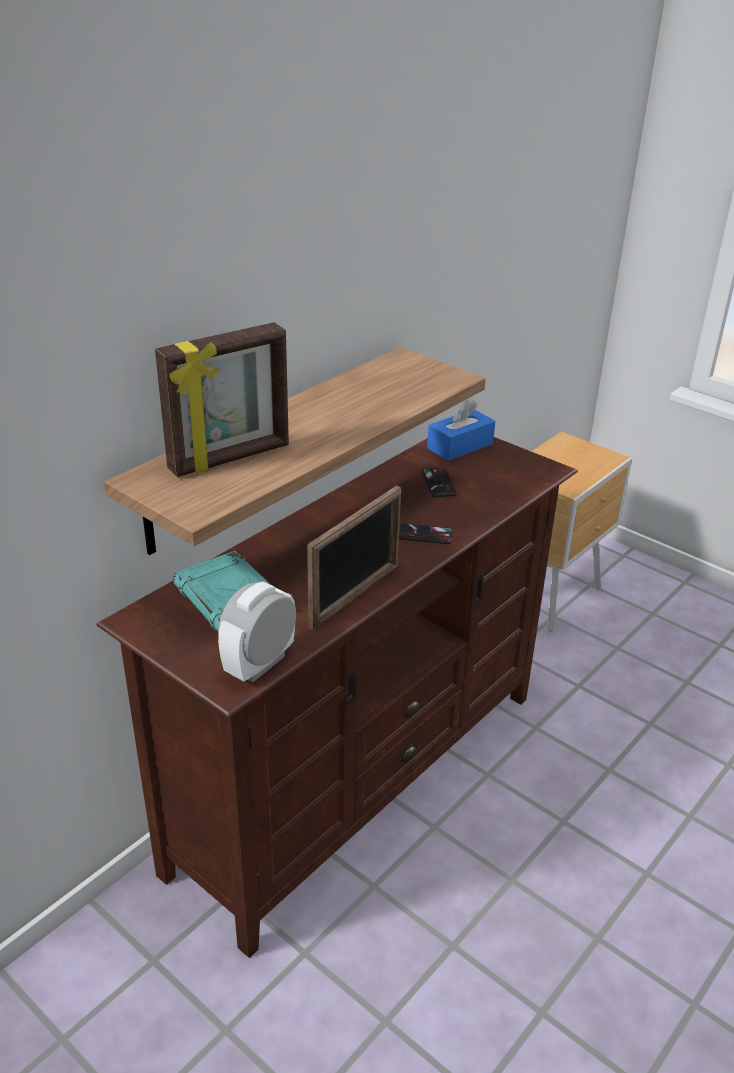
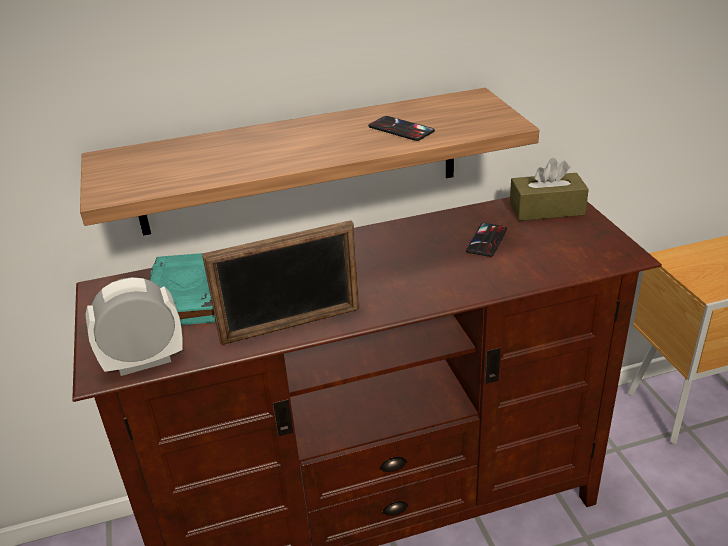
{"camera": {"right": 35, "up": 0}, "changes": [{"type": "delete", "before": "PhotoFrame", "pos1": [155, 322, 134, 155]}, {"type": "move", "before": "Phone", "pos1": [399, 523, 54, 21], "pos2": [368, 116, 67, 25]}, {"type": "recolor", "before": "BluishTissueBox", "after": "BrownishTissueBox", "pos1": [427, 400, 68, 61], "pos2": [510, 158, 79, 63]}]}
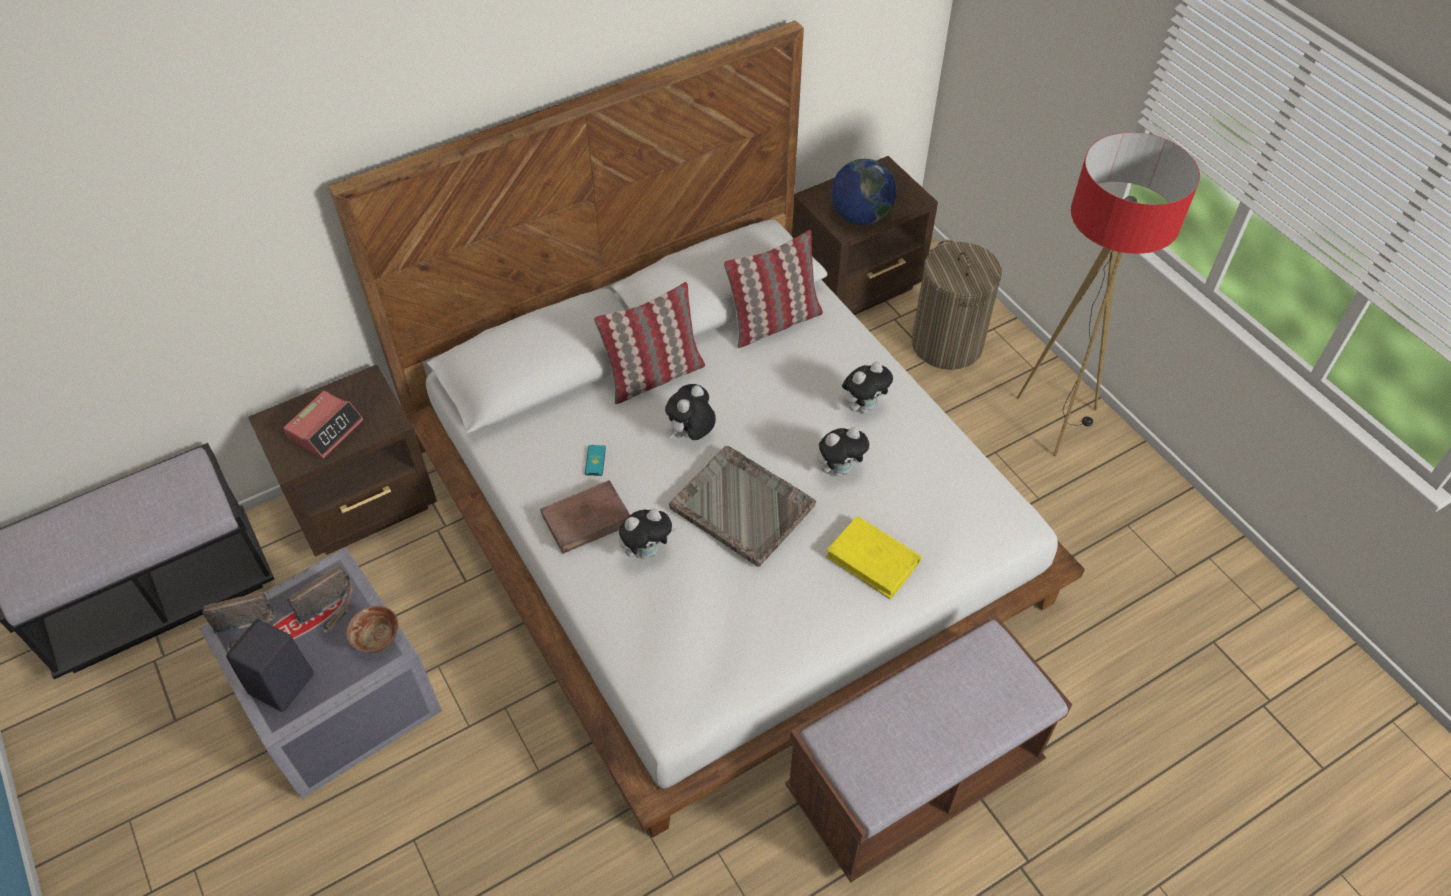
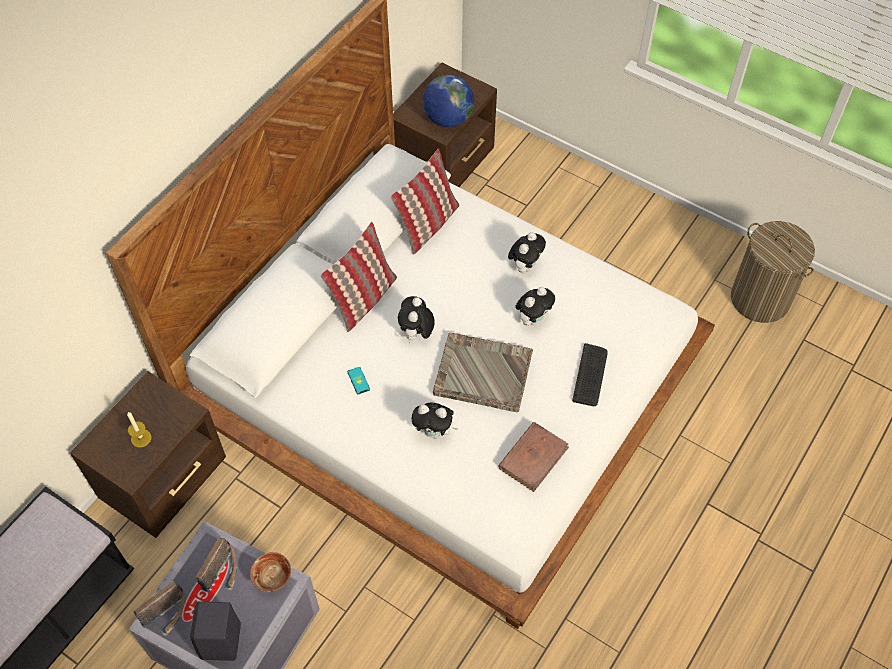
{"camera": {"right": -25, "up": 5}, "changes": [{"type": "delete", "before": "BrownishBench", "pos1": [785, 613, 287, 270]}, {"type": "delete", "before": "StandardLamp", "pos1": [1017, 132, 183, 324]}, {"type": "move", "before": "BrownishBoundBook", "pos1": [540, 480, 90, 74], "pos2": [498, 422, 71, 70]}, {"type": "move", "before": "LaundryBasket", "pos1": [912, 240, 90, 130], "pos2": [731, 221, 84, 102]}, {"type": "replace", "before": "BedsideClock", "after": "Candle", "pos1": [284, 391, 79, 68], "pos2": [127, 412, 25, 36]}, {"type": "replace", "before": "YellowBoundBook", "after": "PcKeyboard", "pos1": [826, 516, 96, 84], "pos2": [572, 343, 36, 63]}, {"type": "rotate", "before": "PlushToy", "pos1": [619, 509, 58, 50], "pos2": [411, 403, 47, 35], "turn": 60}]}
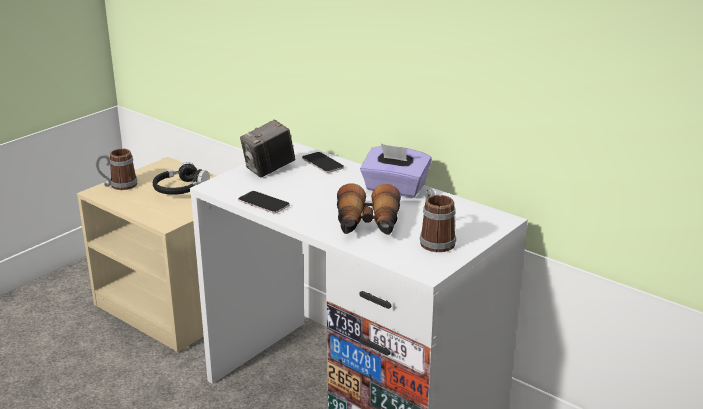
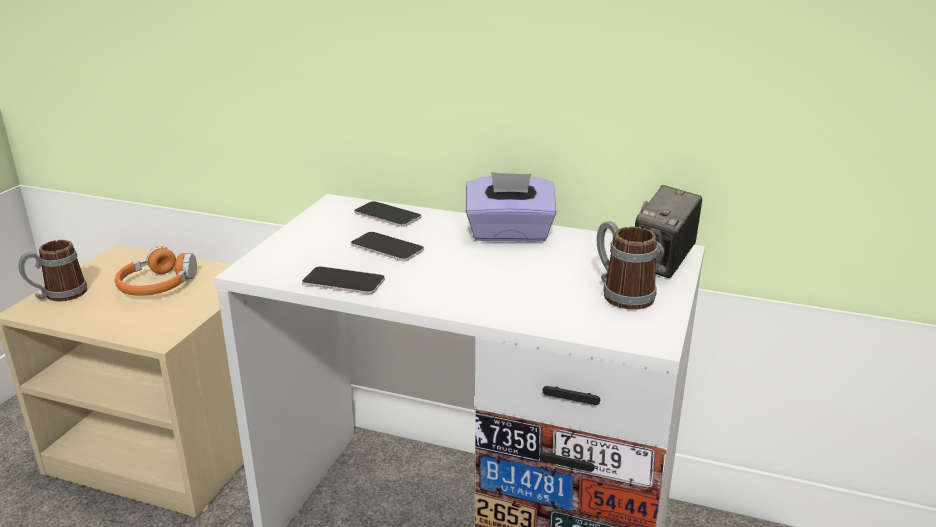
{"camera": {"right": -20, "up": 0}, "changes": [{"type": "delete", "before": "Binoculars", "pos1": [337, 183, 64, 52]}, {"type": "insert", "after": "Phone", "pos2": [351, 232, 73, 29]}, {"type": "move", "before": "PhotoCamera", "pos1": [240, 120, 55, 57], "pos2": [635, 185, 67, 93]}, {"type": "recolor", "before": "BlackColouredPairOfHeadphones", "after": "OrangeyPairOfHeadphones", "pos1": [153, 162, 57, 33], "pos2": [115, 246, 82, 50]}]}
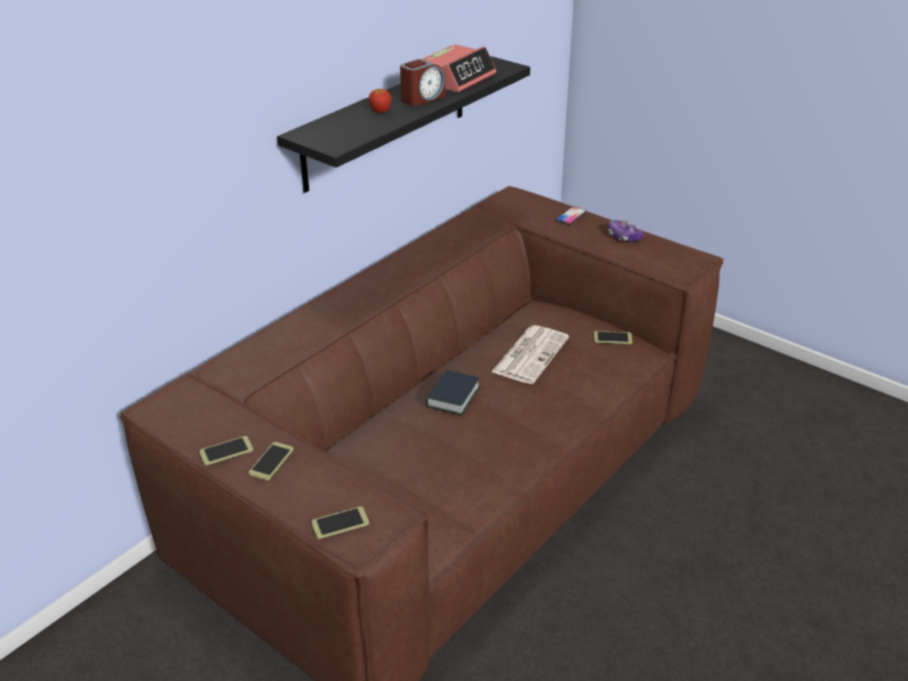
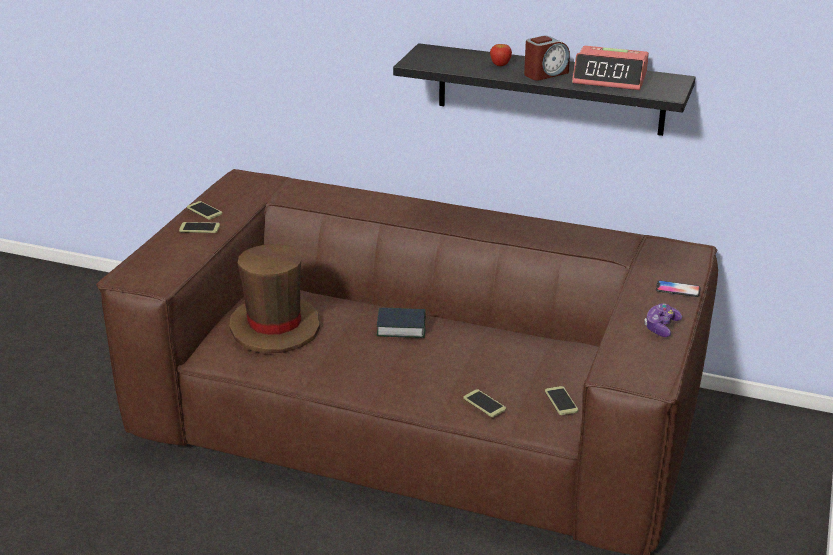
{"camera": {"right": 70, "up": -5}, "changes": [{"type": "delete", "before": "DailyPaper", "pos1": [491, 325, 78, 59]}, {"type": "insert", "after": "BrownishWearableHat", "pos2": [229, 244, 91, 109]}, {"type": "move", "before": "Phone", "pos1": [311, 506, 58, 33], "pos2": [464, 389, 42, 28]}, {"type": "rotate", "before": "BedsideClock", "pos1": [400, 59, 45, 47], "pos2": [524, 36, 46, 44], "turn": -60}]}
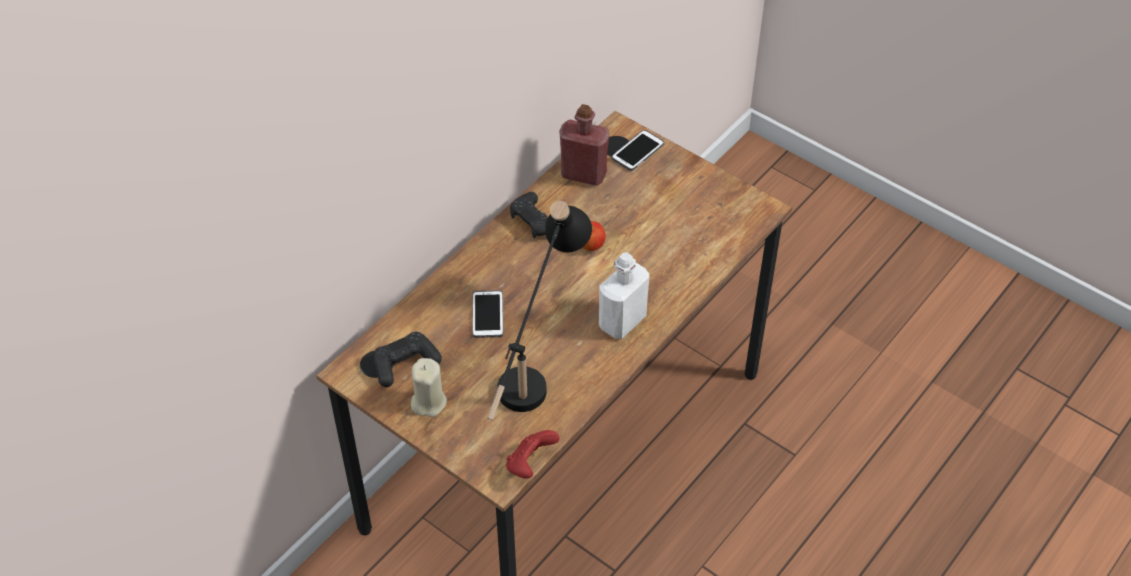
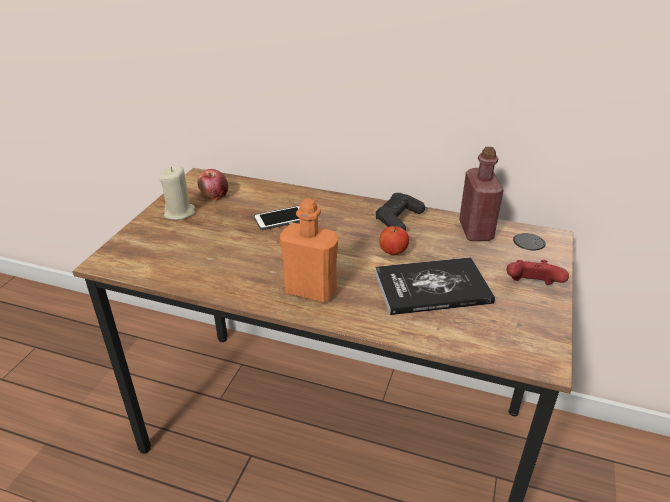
{"camera": {"right": 70, "up": -15}, "changes": [{"type": "delete", "before": "BlackColouredTableLamp", "pos1": [488, 201, 104, 219]}, {"type": "delete", "before": "Phone", "pos1": [612, 130, 52, 41]}, {"type": "insert", "after": "BoundBook", "pos2": [375, 257, 120, 58]}, {"type": "move", "before": "RedColouredJoypad", "pos1": [506, 430, 53, 49], "pos2": [507, 260, 62, 25]}, {"type": "replace", "before": "BlackColouredJoypad", "after": "AppleFruit", "pos1": [373, 332, 69, 55], "pos2": [197, 169, 31, 31]}, {"type": "recolor", "before": "WhiteColouredBottle", "after": "OrangeyBottle", "pos1": [599, 252, 50, 87], "pos2": [280, 198, 58, 105]}]}
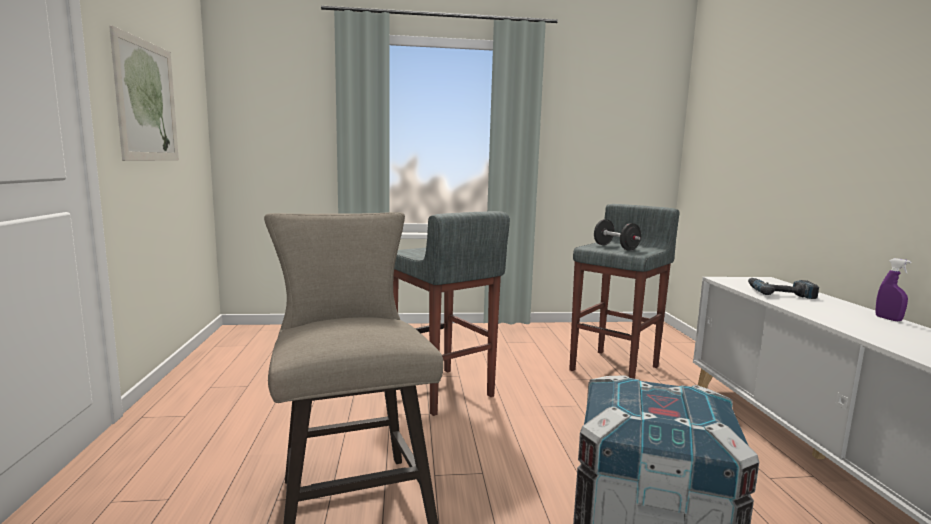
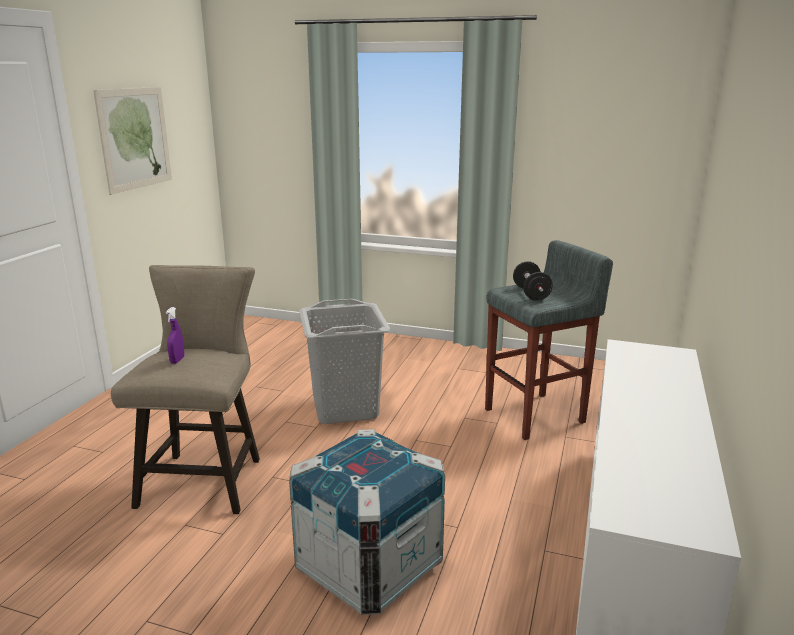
{"camera": {"right": 25, "up": 10}, "changes": [{"type": "delete", "before": "PowerDrill", "pos1": [748, 278, 71, 21]}, {"type": "move", "before": "PurpleColouredHandSprayer", "pos1": [875, 258, 36, 63], "pos2": [166, 307, 18, 57]}, {"type": "replace", "before": "GraySittingStool", "after": "GrayLaundryBasket", "pos1": [393, 211, 117, 205], "pos2": [299, 299, 91, 125]}]}
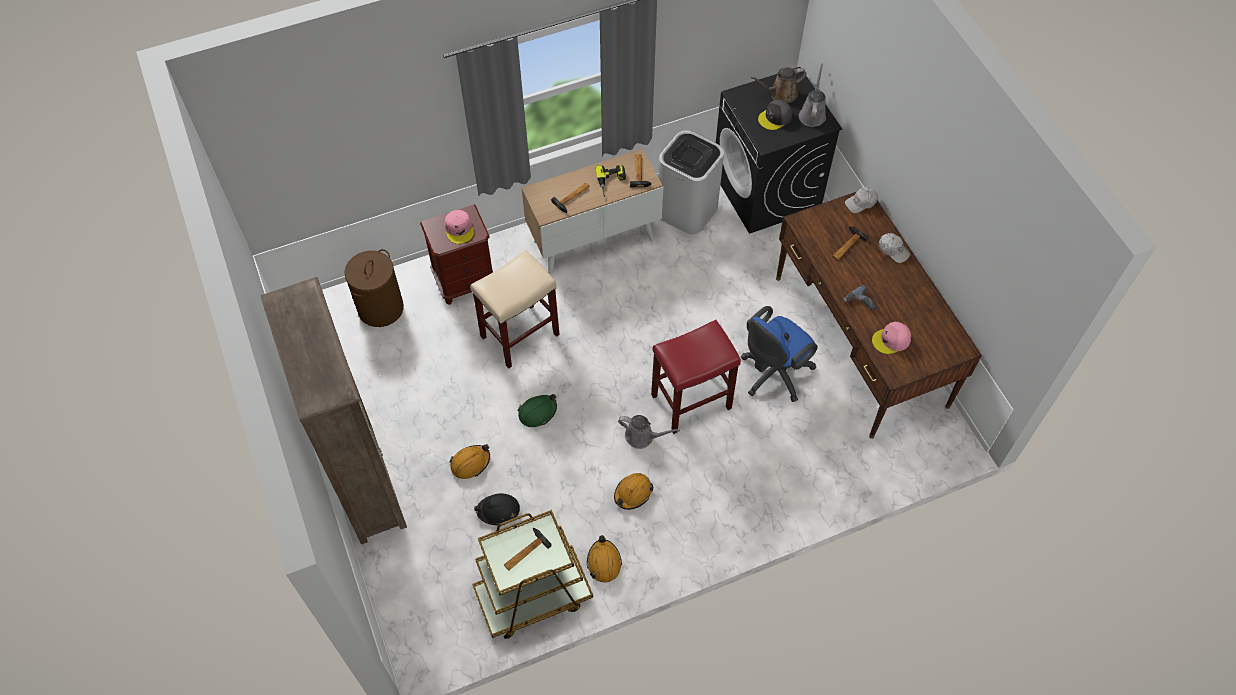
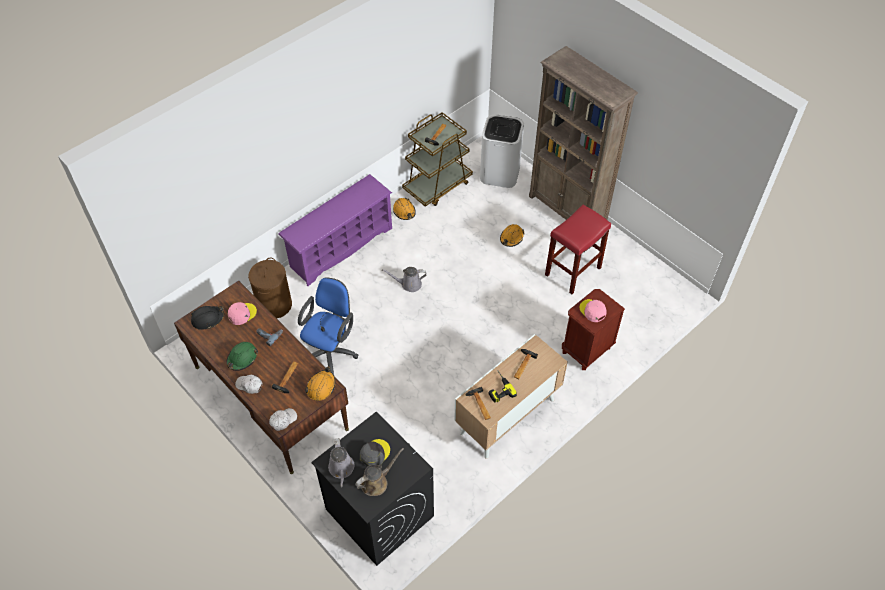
{"camera": {"right": 160, "up": -5}, "changes": [{"type": "delete", "before": "SandColouredSittingStool", "pos1": [470, 250, 90, 119]}, {"type": "insert", "after": "PurpleColouredShoeStand", "pos2": [278, 174, 114, 112]}, {"type": "move", "before": "BrownishLaundryBasket", "pos1": [344, 249, 60, 78], "pos2": [248, 257, 44, 61]}, {"type": "move", "before": "BlackColouredSafetyHelmet", "pos1": [474, 493, 46, 32], "pos2": [191, 306, 33, 24]}, {"type": "move", "before": "GreenishSafetyHelmet", "pos1": [518, 394, 39, 33], "pos2": [226, 342, 32, 29]}, {"type": "move", "before": "OrangeySafetyHelmet", "pos1": [614, 473, 39, 37], "pos2": [305, 366, 31, 35]}, {"type": "move", "before": "RedColouredSittingStool", "pos1": [651, 320, 90, 114], "pos2": [545, 205, 66, 89]}, {"type": "move", "before": "WhiteColouredWasteBin", "pos1": [658, 131, 66, 103], "pos2": [480, 115, 44, 73]}]}
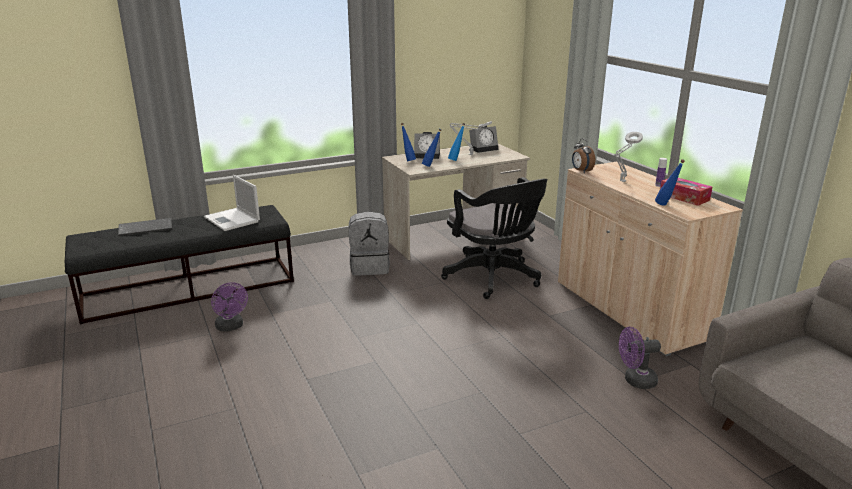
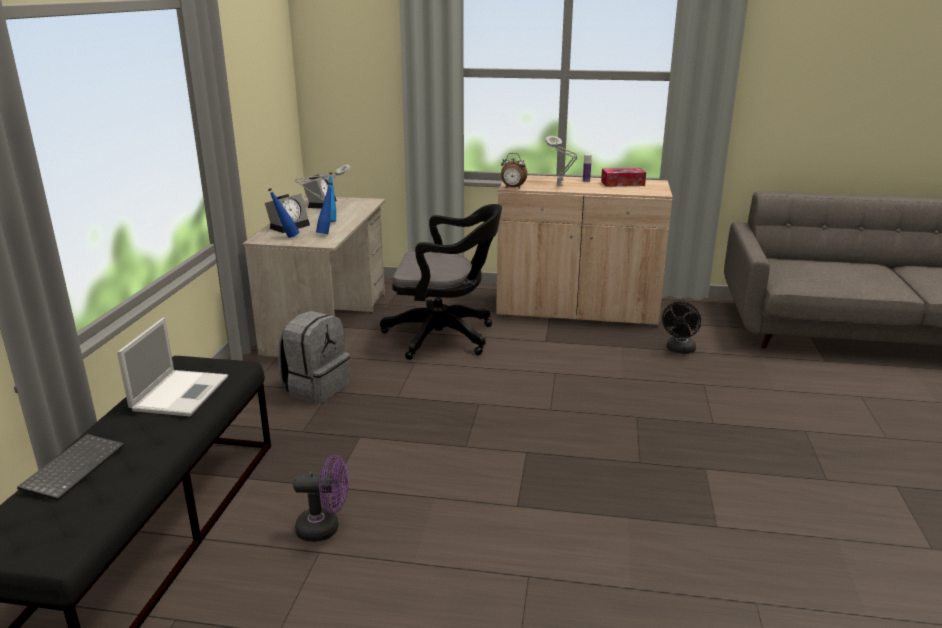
{"camera": {"right": -55, "up": 0}, "changes": [{"type": "delete", "before": "BluishBottle", "pos1": [655, 159, 30, 47]}, {"type": "recolor", "before": "PurpleColouredFan", "after": "BlackColouredFan", "pos1": [619, 327, 42, 62], "pos2": [662, 302, 39, 52]}, {"type": "rotate", "before": "NotebookComputer", "pos1": [204, 175, 56, 56], "pos2": [117, 318, 111, 98], "turn": -75}]}
